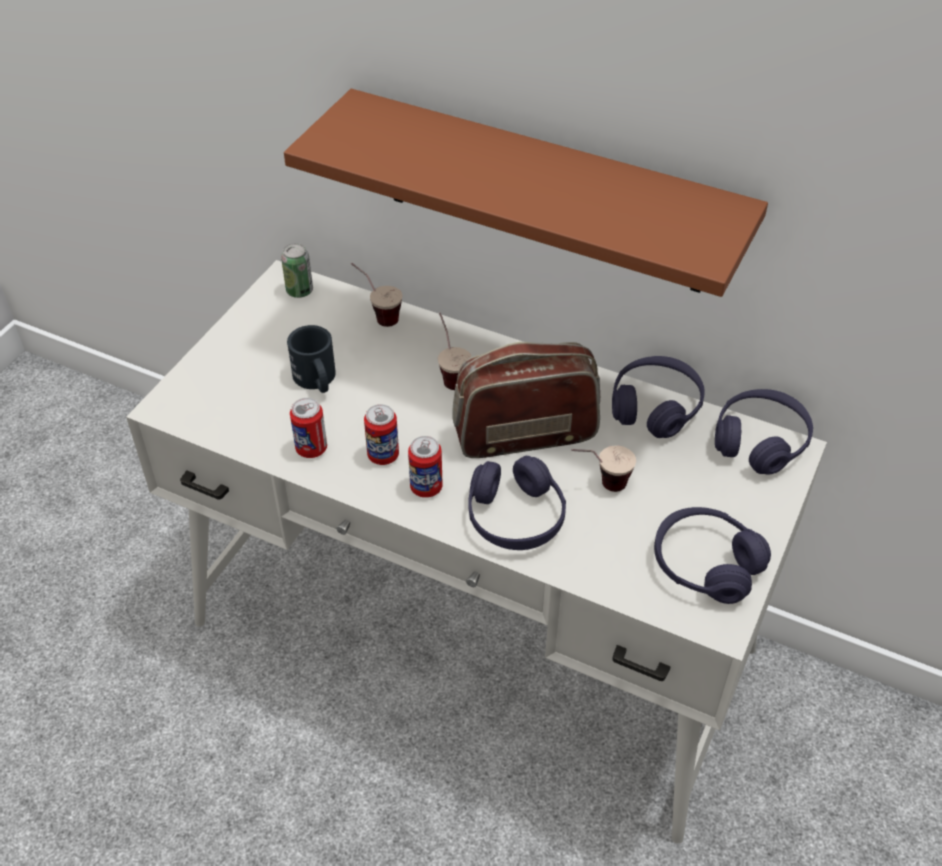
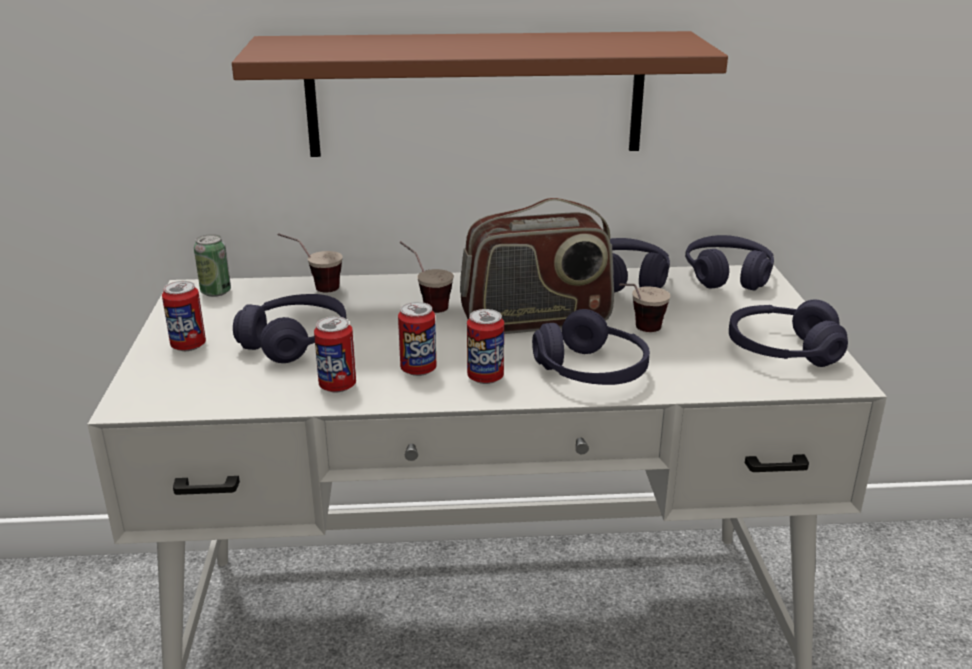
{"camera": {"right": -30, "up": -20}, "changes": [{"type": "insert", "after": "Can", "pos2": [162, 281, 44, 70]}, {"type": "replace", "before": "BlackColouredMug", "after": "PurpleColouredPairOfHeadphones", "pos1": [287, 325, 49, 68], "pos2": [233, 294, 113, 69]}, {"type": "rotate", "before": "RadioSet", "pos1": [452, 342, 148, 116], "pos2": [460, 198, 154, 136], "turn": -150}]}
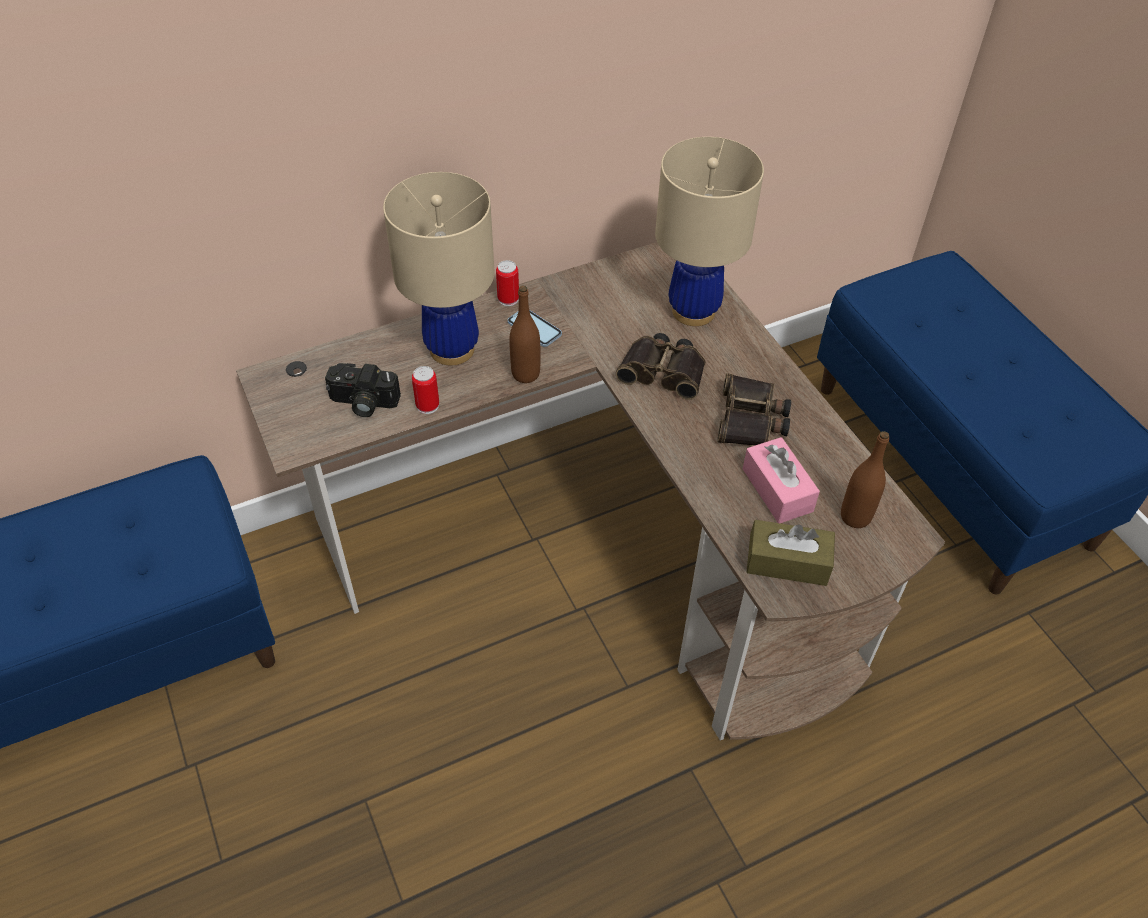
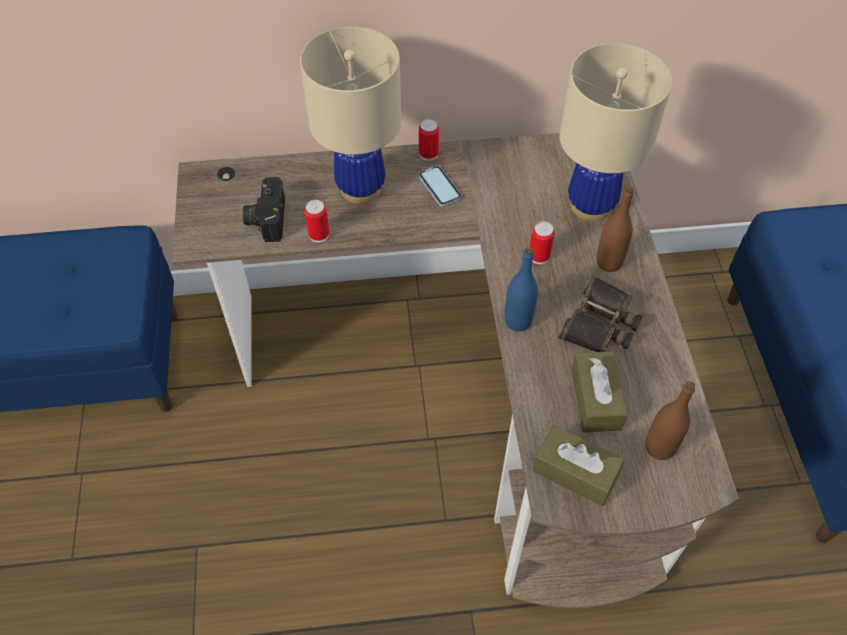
{"camera": {"right": 20, "up": 5}, "changes": [{"type": "insert", "after": "BluishBottle", "pos2": [505, 247, 33, 84]}, {"type": "move", "before": "BrownishBottle", "pos1": [509, 286, 31, 97], "pos2": [596, 186, 38, 86]}, {"type": "replace", "before": "Binoculars", "after": "Can", "pos1": [616, 333, 90, 67], "pos2": [530, 221, 25, 43]}, {"type": "recolor", "before": "PinkTissueBox", "after": "BrownishTissueBox", "pos1": [743, 437, 77, 86], "pos2": [572, 351, 56, 82]}, {"type": "rotate", "before": "PhotoCamera", "pos1": [325, 363, 76, 54], "pos2": [243, 177, 42, 65], "turn": 60}]}
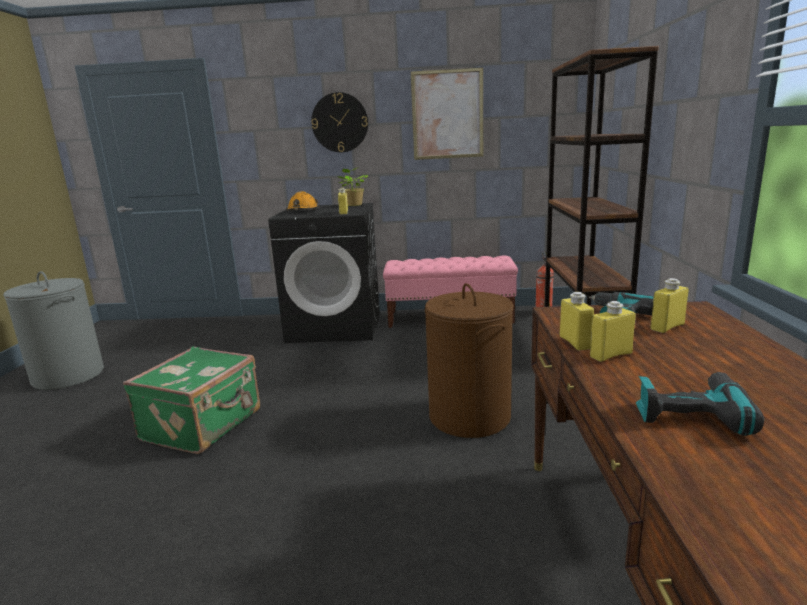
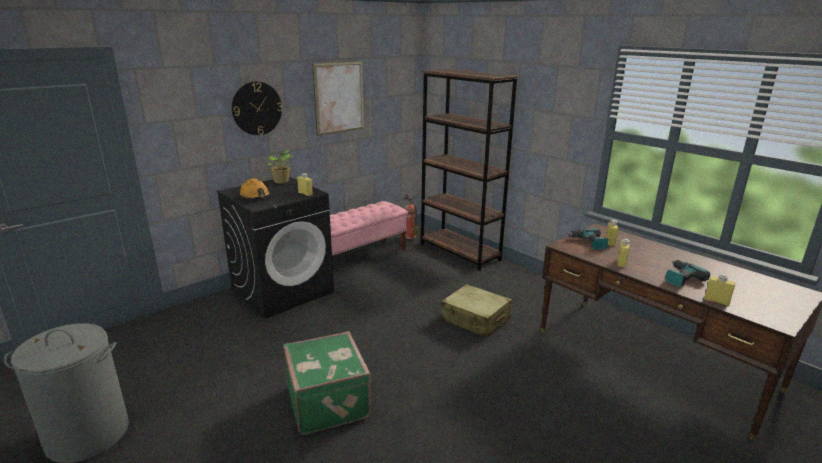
{"camera": {"right": -45, "up": 5}, "changes": [{"type": "move", "before": "YellowBottle", "pos1": [560, 292, 34, 59], "pos2": [704, 274, 32, 32]}, {"type": "replace", "before": "BrownishLaundryBasket", "after": "SandColouredTravelCase", "pos1": [425, 283, 89, 155], "pos2": [441, 284, 71, 54]}]}
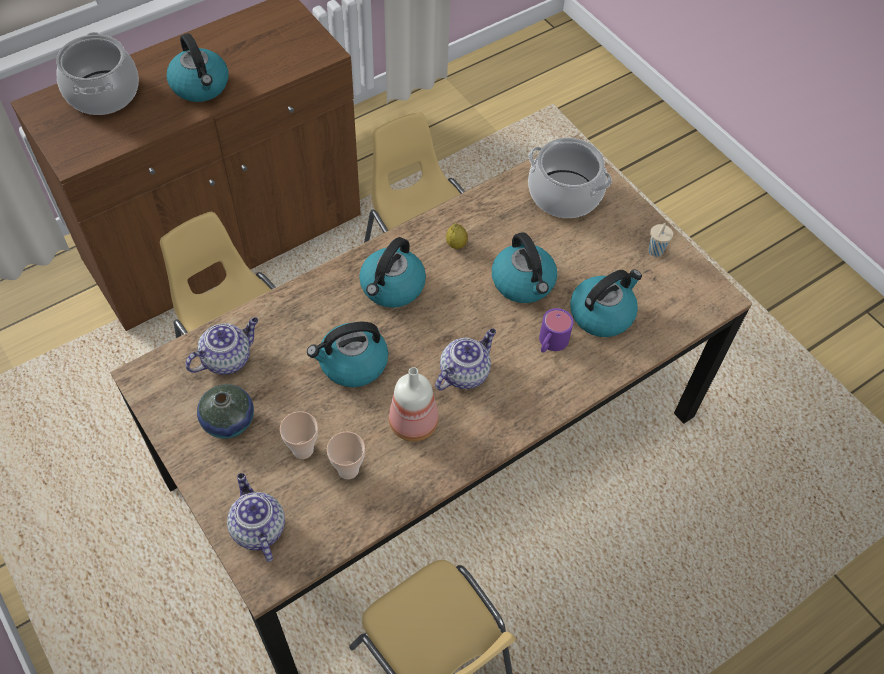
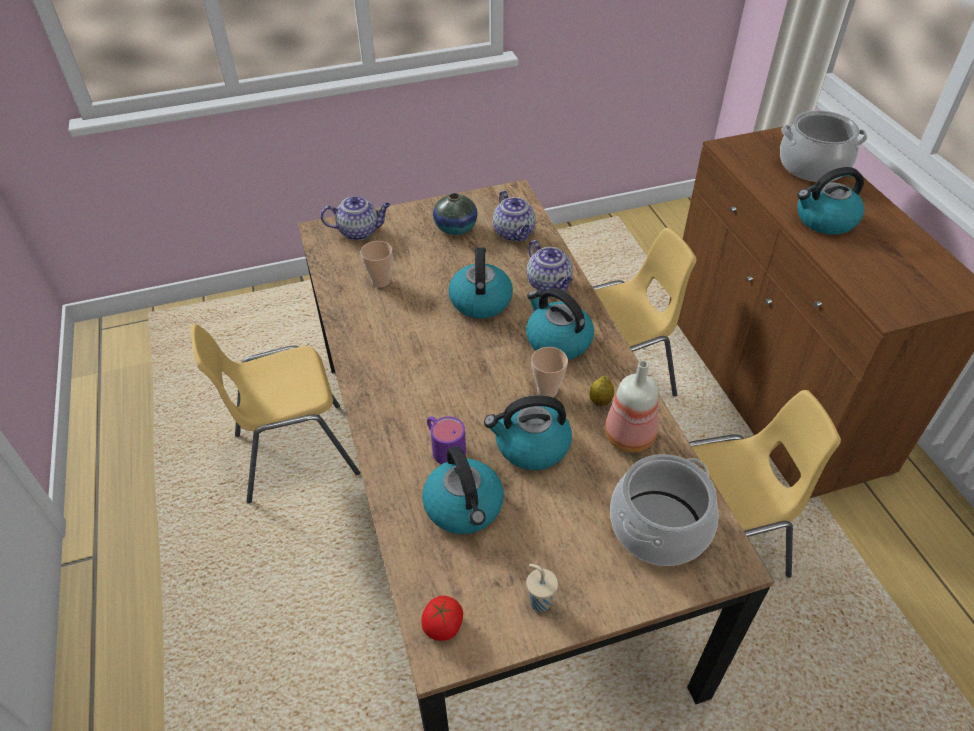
{"camera": {"right": 110, "up": -10}, "changes": [{"type": "insert", "after": "FreshTomato", "pos2": [421, 596, 42, 45]}, {"type": "move", "before": "DrinkingCup", "pos1": [280, 411, 38, 48], "pos2": [531, 347, 37, 50]}, {"type": "move", "before": "Bottle", "pos1": [389, 367, 50, 75], "pos2": [605, 361, 53, 92]}, {"type": "move", "before": "Teapot", "pos1": [435, 328, 61, 63], "pos2": [527, 240, 46, 53]}]}
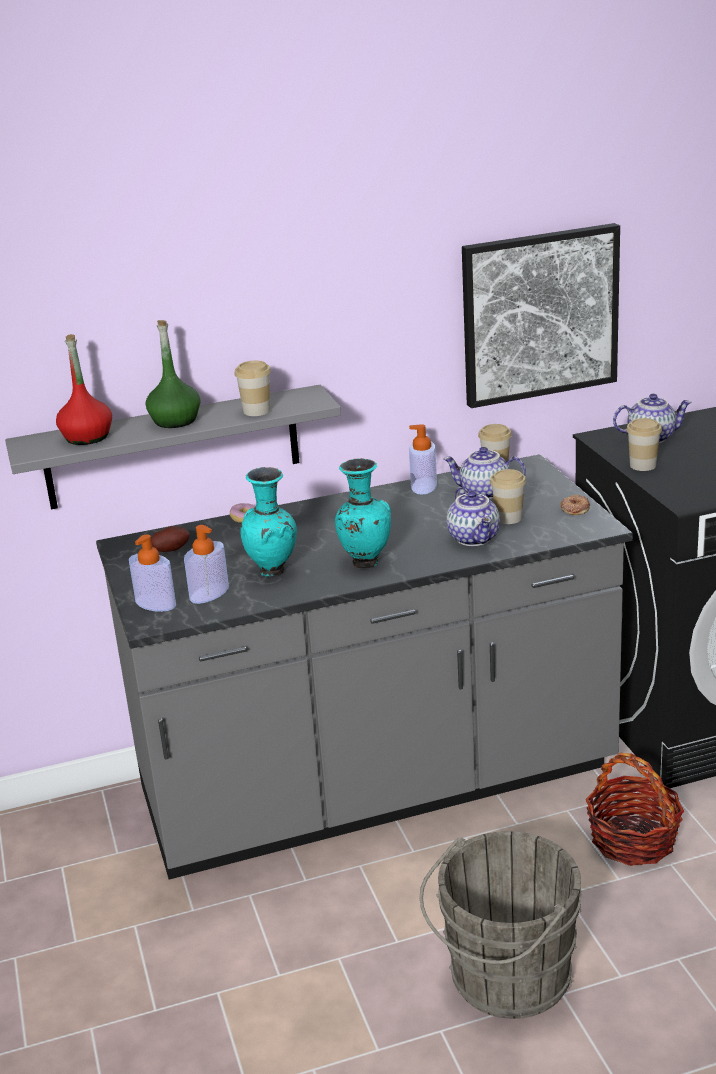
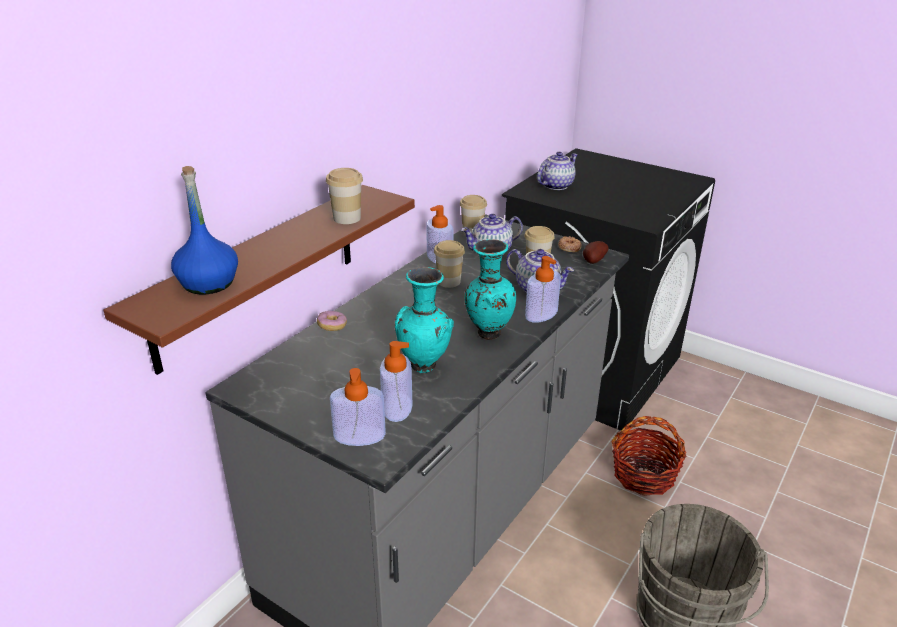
{"camera": {"right": -40, "up": 5}, "changes": [{"type": "delete", "before": "GreenishBottle", "pos1": [146, 320, 55, 108]}, {"type": "delete", "before": "WallPicture", "pos1": [462, 223, 158, 185]}, {"type": "insert", "after": "LiquidSoapBottle", "pos2": [525, 256, 36, 67]}, {"type": "move", "before": "WholePotato", "pos1": [151, 526, 39, 26], "pos2": [583, 241, 25, 23]}, {"type": "move", "before": "DrinkingCup", "pos1": [626, 418, 36, 53], "pos2": [434, 240, 31, 48]}, {"type": "recolor", "before": "GrayBracketShelf", "after": "BrownishBracketShelf", "pos1": [5, 385, 336, 124], "pos2": [103, 185, 312, 190]}, {"type": "recolor", "before": "RedColouredBottle", "after": "BluishBottle", "pos1": [56, 334, 56, 111], "pos2": [171, 166, 67, 129]}]}
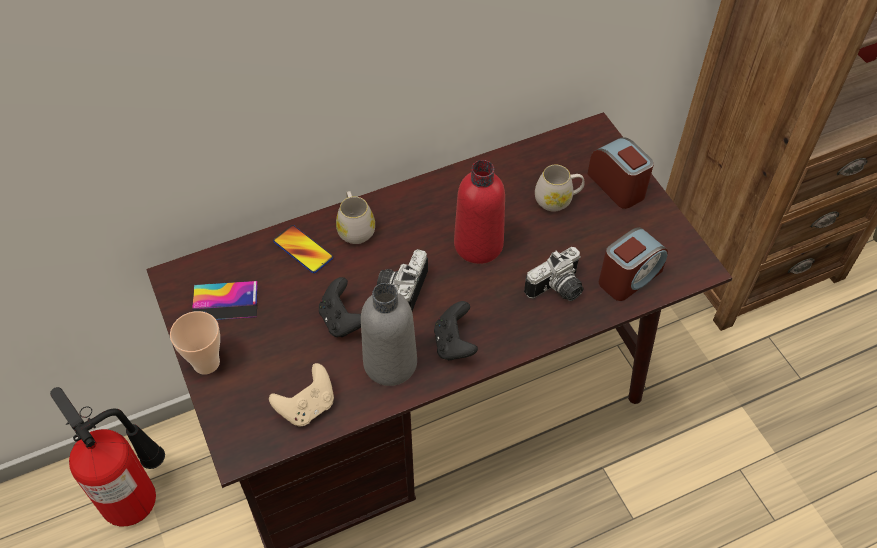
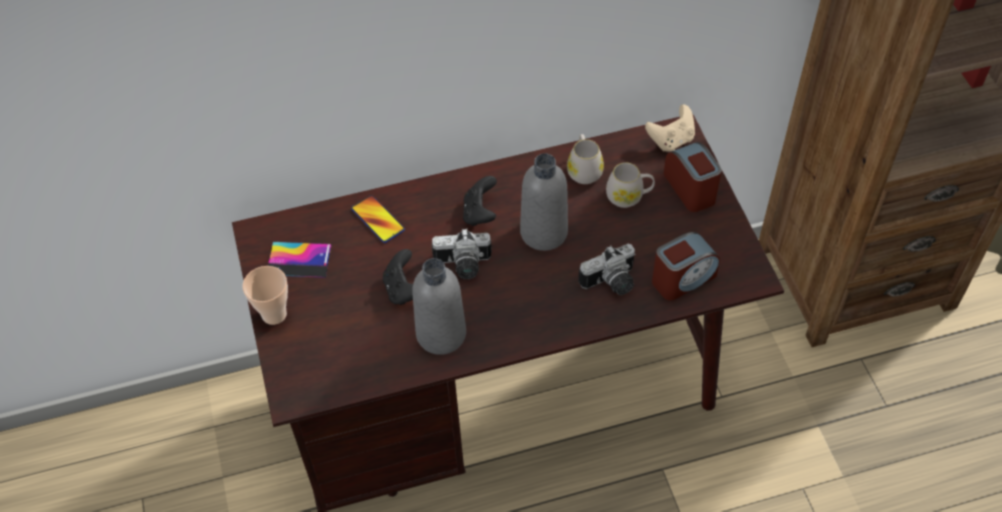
{"camera": {"right": 10, "up": 0}, "changes": [{"type": "delete", "before": "FireExtinguisher", "pos1": [50, 387, 115, 140]}, {"type": "move", "before": "SandColouredJoypad", "pos1": [269, 363, 65, 63], "pos2": [645, 105, 50, 47]}, {"type": "move", "before": "WhiteColouredMug", "pos1": [336, 191, 39, 53], "pos2": [567, 134, 37, 50]}, {"type": "move", "before": "BlackColouredJoypad", "pos1": [434, 301, 44, 59], "pos2": [463, 176, 34, 50]}, {"type": "recolor", "before": "RedColouredBottle", "after": "GrayBottle", "pos1": [454, 160, 51, 104], "pos2": [520, 153, 48, 98]}, {"type": "rotate", "before": "PhotoCamera", "pos1": [377, 249, 51, 62], "pos2": [432, 229, 60, 50], "turn": -120}]}
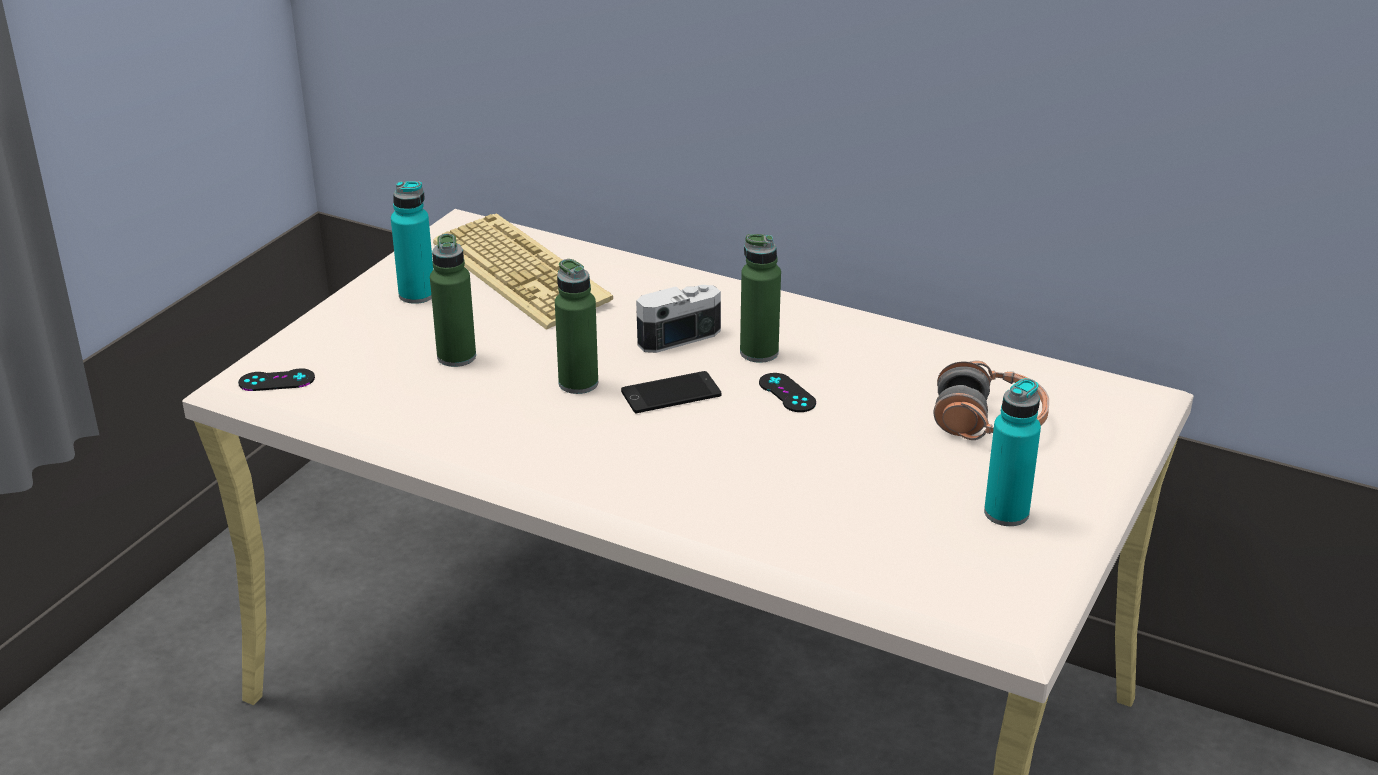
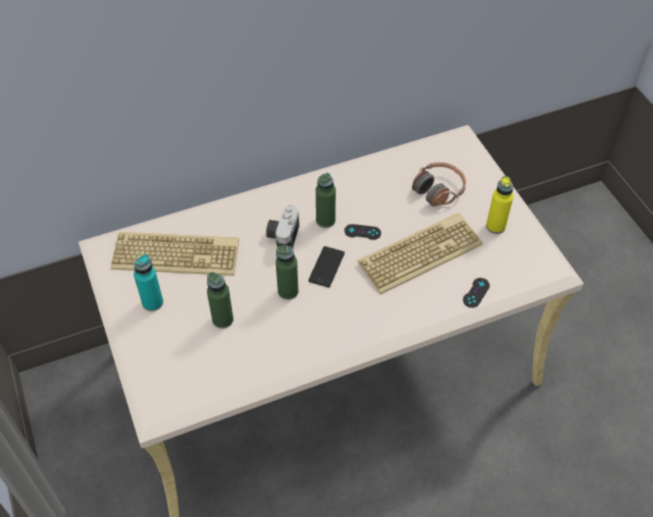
{"camera": {"right": -50, "up": 20}, "changes": [{"type": "insert", "after": "PcKeyboard", "pos2": [357, 213, 126, 82]}, {"type": "move", "before": "BlackColouredJoypad", "pos1": [238, 368, 77, 23], "pos2": [463, 278, 27, 30]}, {"type": "recolor", "before": "TurquoiseColouredBottle", "after": "YellowBottle", "pos1": [984, 378, 57, 148], "pos2": [486, 176, 27, 58]}]}
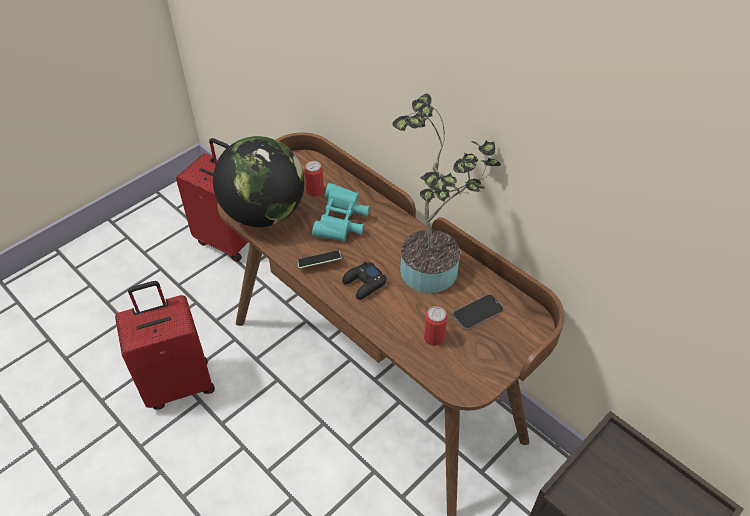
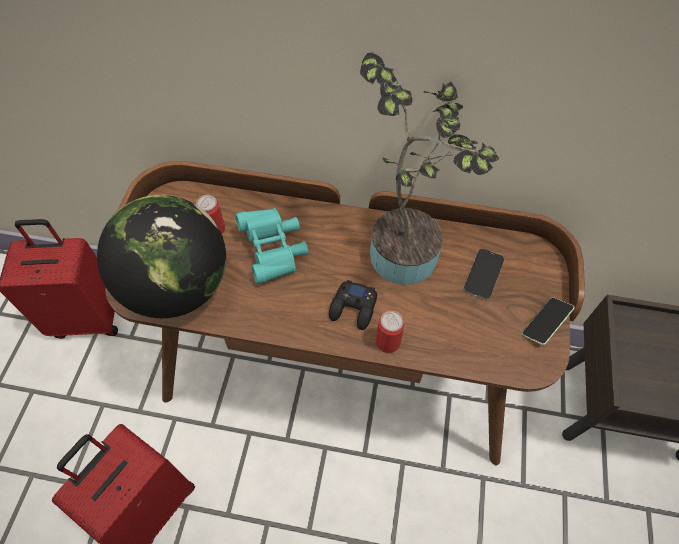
{"camera": {"right": -35, "up": 10}, "changes": [{"type": "move", "before": "Phone", "pos1": [298, 250, 44, 18], "pos2": [522, 297, 53, 48]}, {"type": "move", "before": "Can", "pos1": [424, 306, 23, 40], "pos2": [376, 311, 29, 42]}]}
